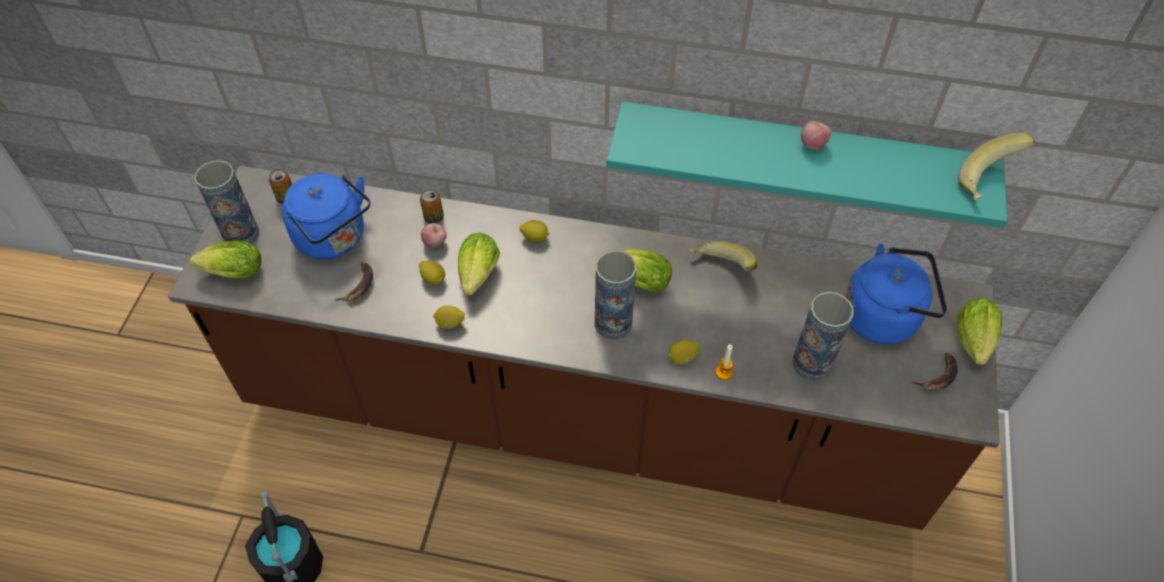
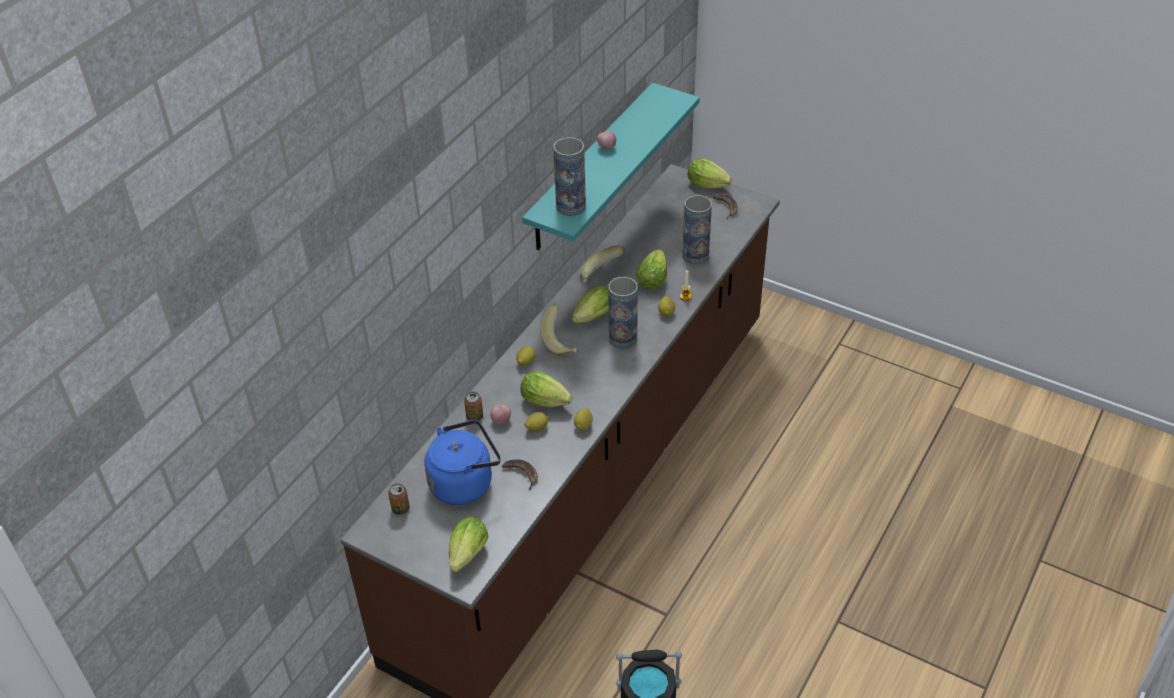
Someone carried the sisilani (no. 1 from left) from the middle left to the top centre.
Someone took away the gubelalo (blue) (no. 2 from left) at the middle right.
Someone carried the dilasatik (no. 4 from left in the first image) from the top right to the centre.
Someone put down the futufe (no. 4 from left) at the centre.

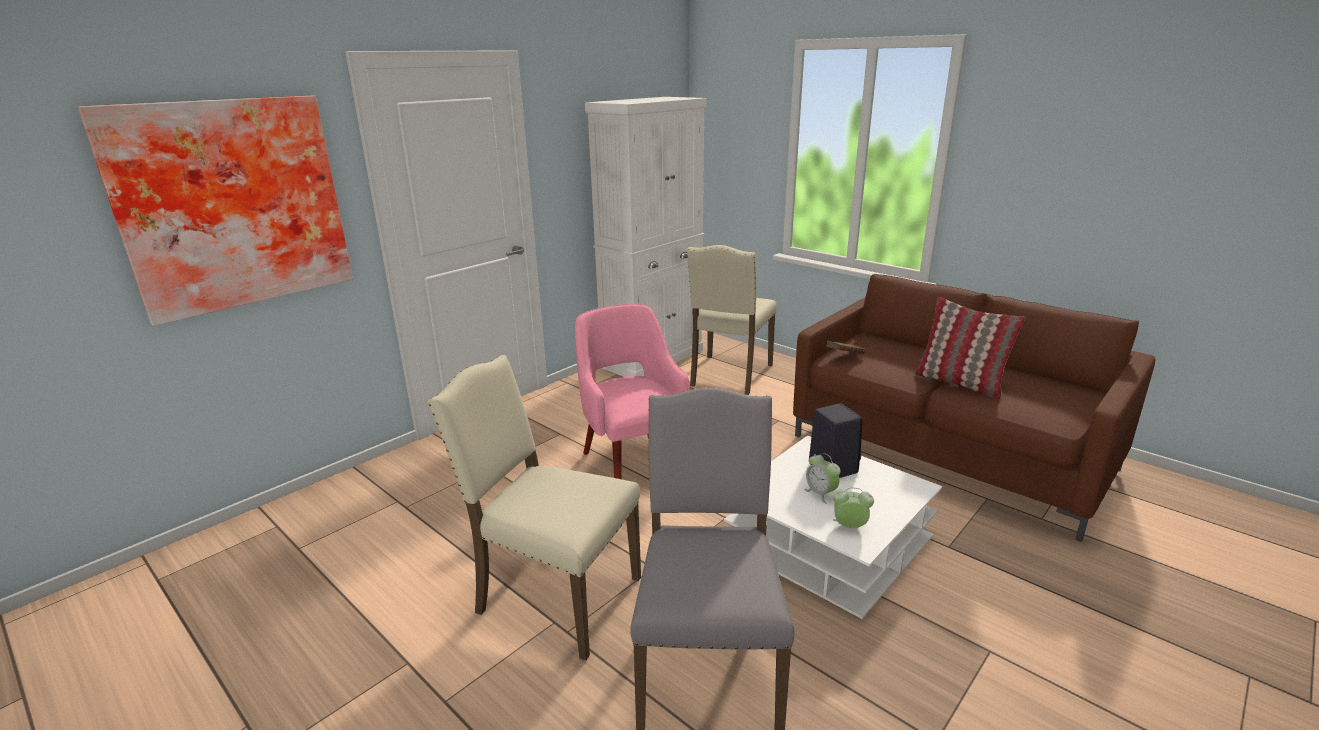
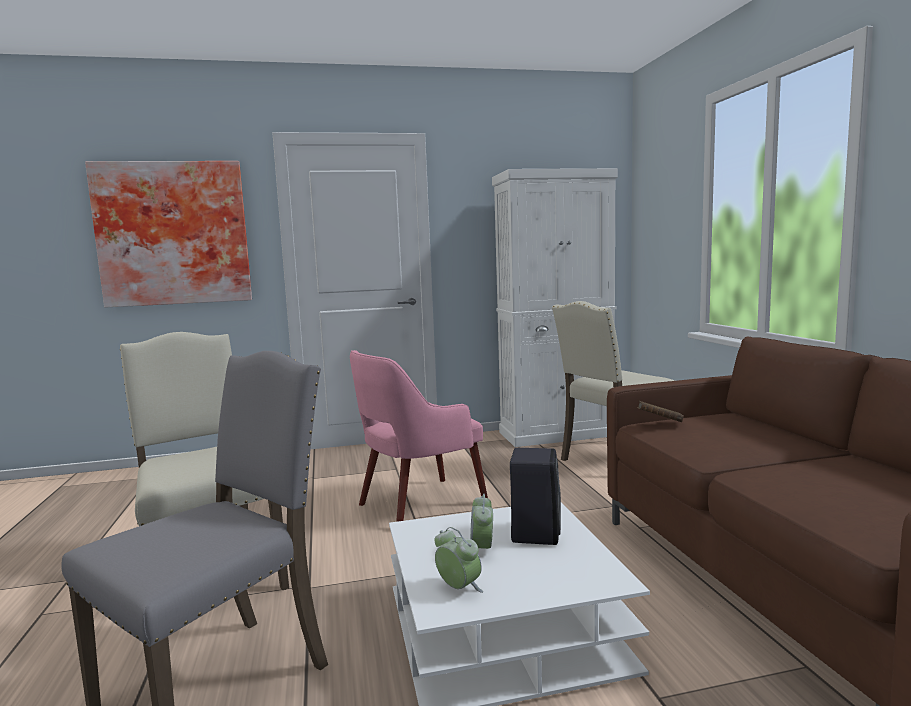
Someone rotated the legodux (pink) at the centre by 135 degrees counterclockwise.
Someone took away the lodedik at the middle right.

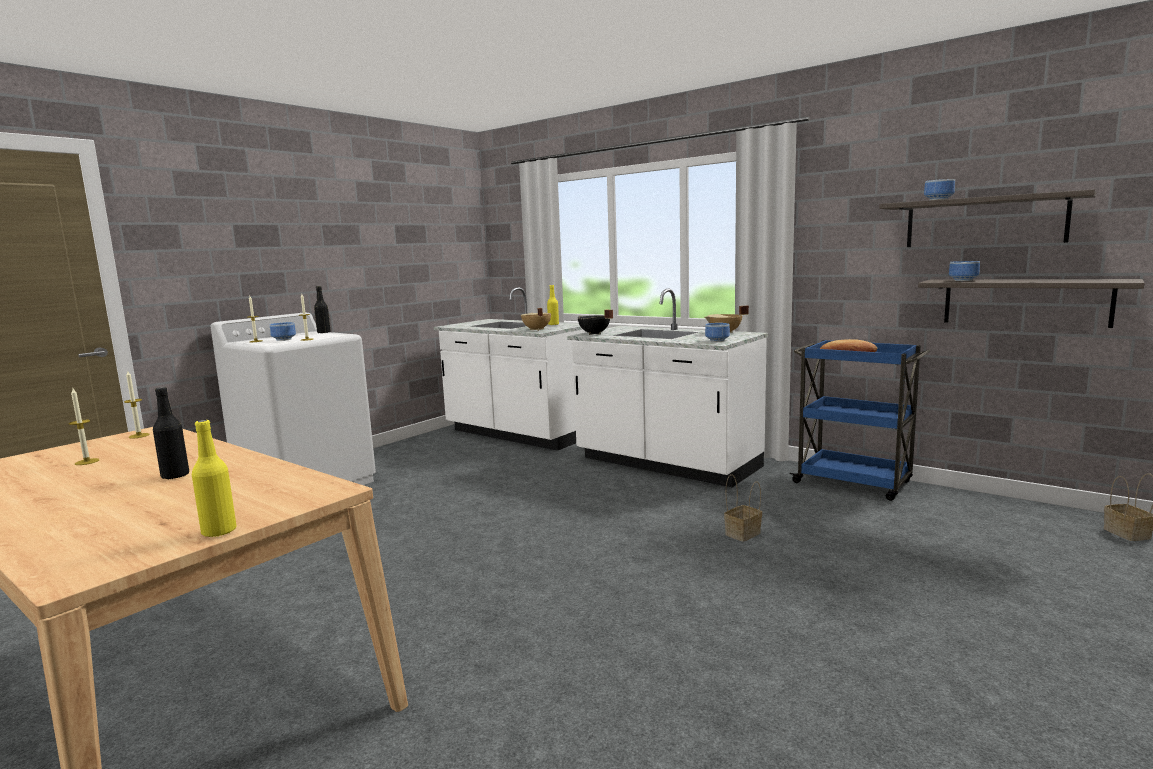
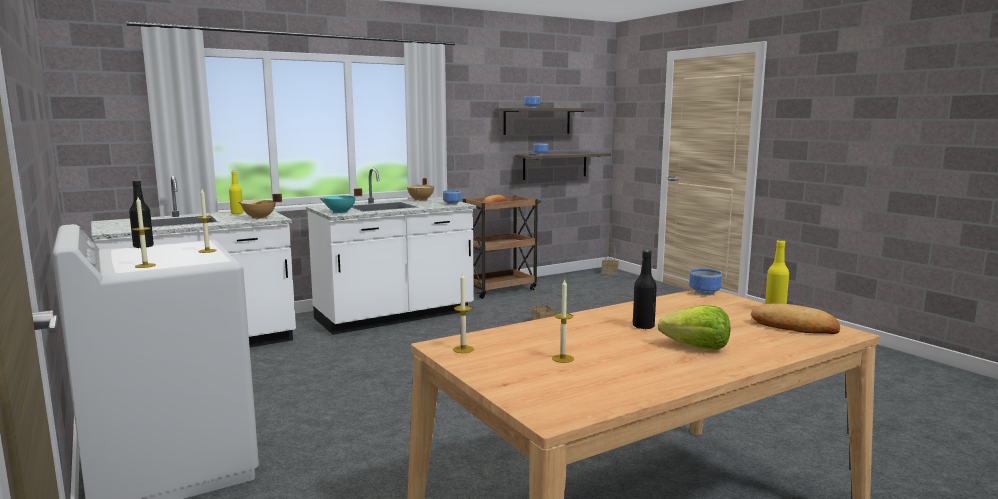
Someone carried the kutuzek (no. 1 from left in the first image) from the middle left to the middle right.
Someone repainted the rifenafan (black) at the centre, which became the rifenafan (turquoise) at the centre.
Someone repainted the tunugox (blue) at the middle right, which became the tunugox (brown) at the centre.
Someone put down the futufe at the middle right.
Someone put down the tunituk (no. 2 from left) at the middle right.

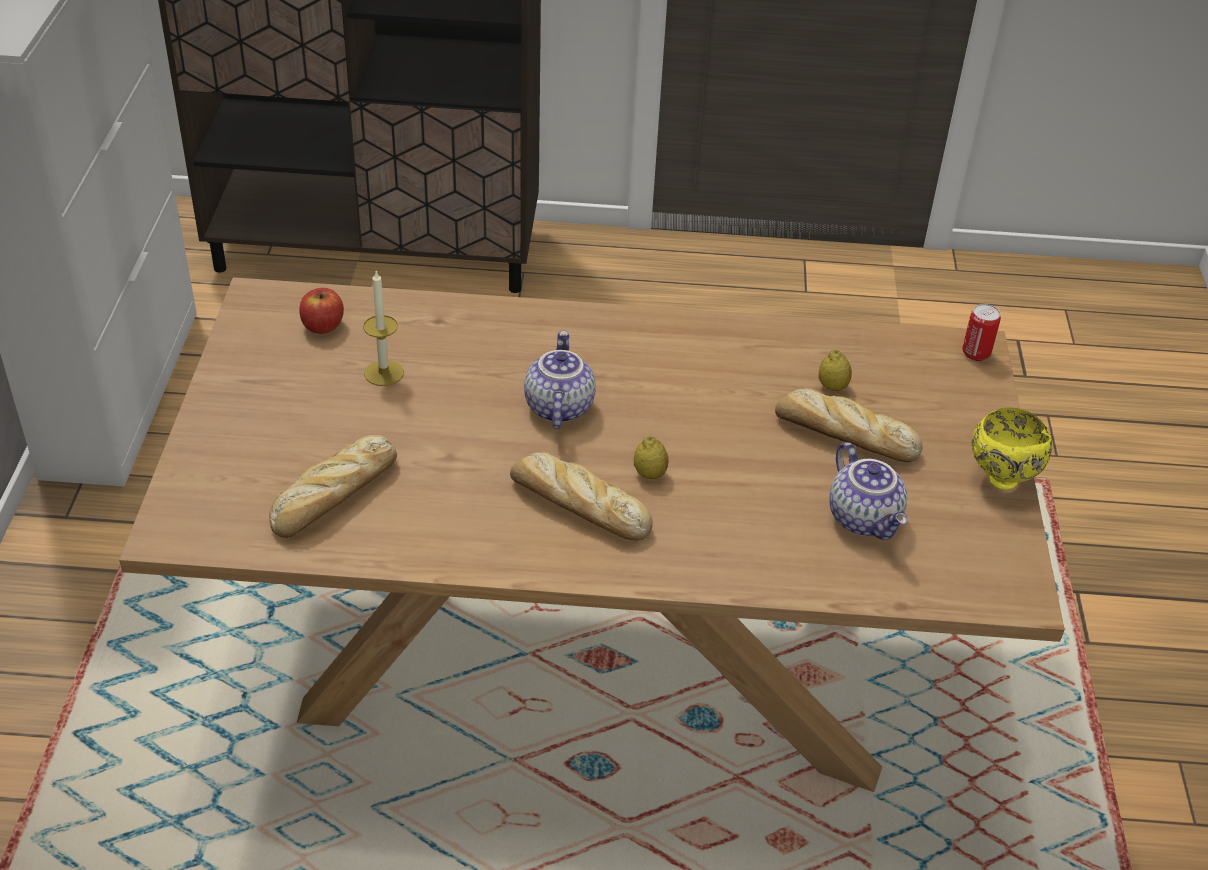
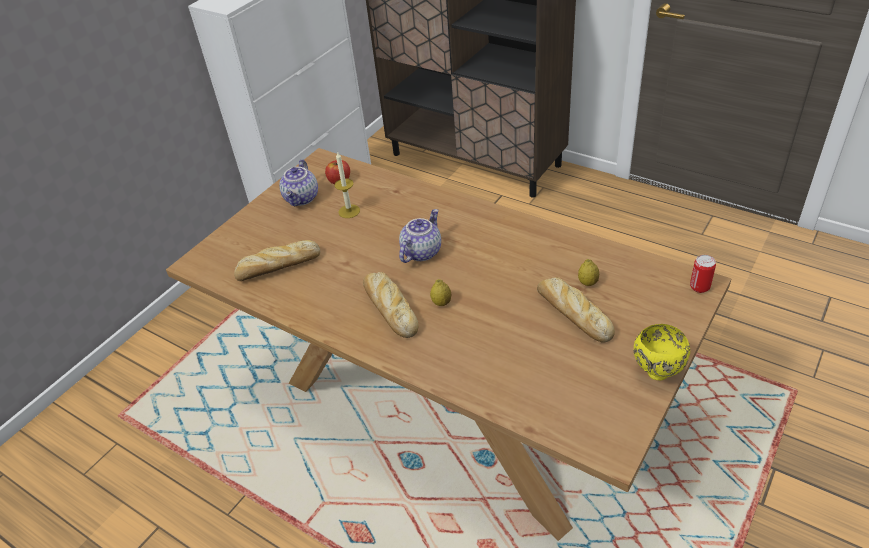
Someone carried the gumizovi (no. 2 from left in the first image) from the middle right to the top centre.

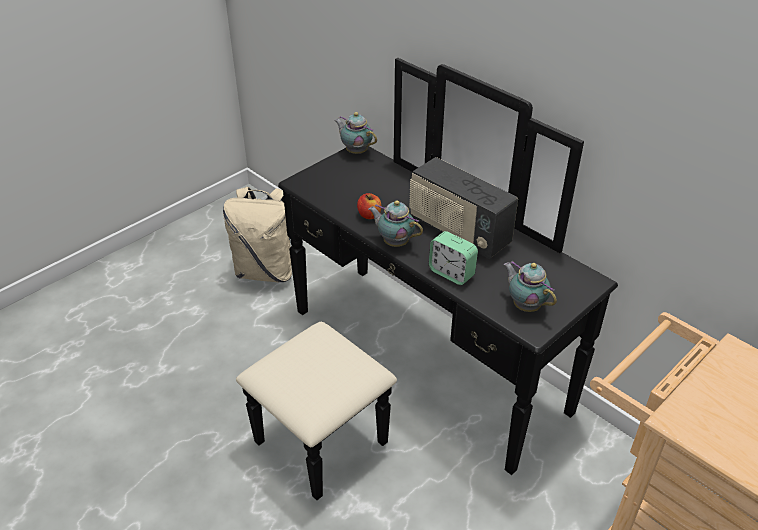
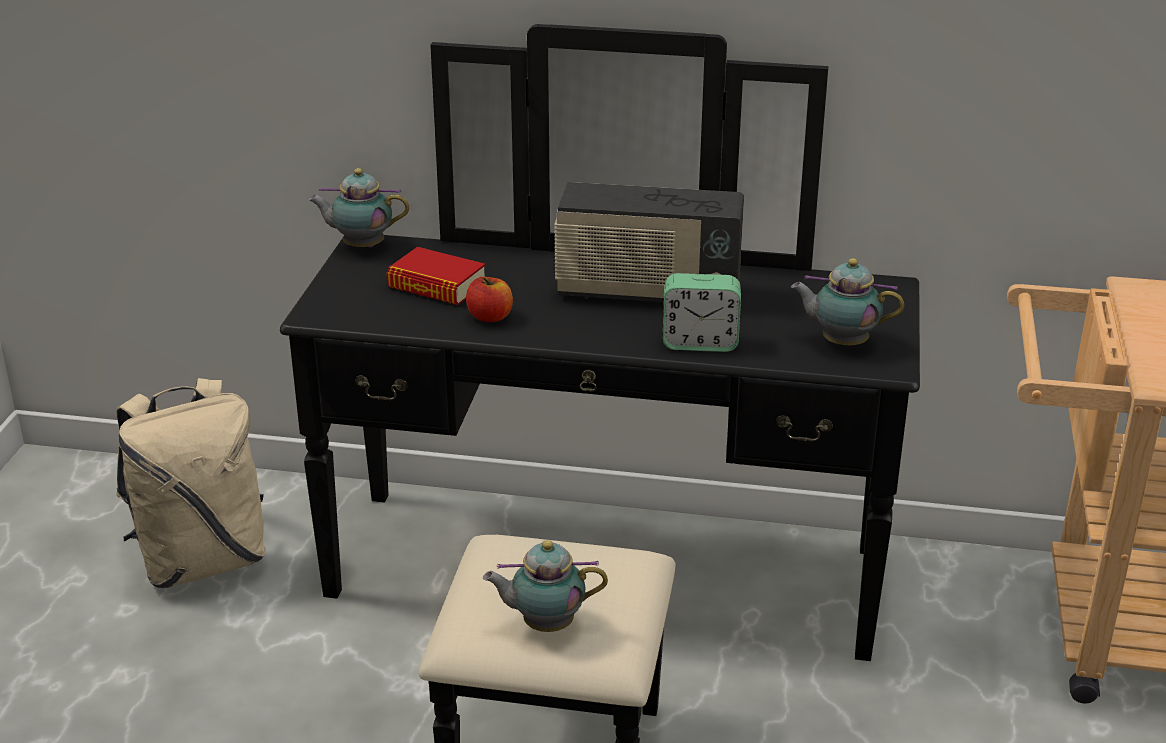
Someone carried the gumizovi (no. 2 from left) from the centre to the bottom centre.
Someone put down the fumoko at the centre.

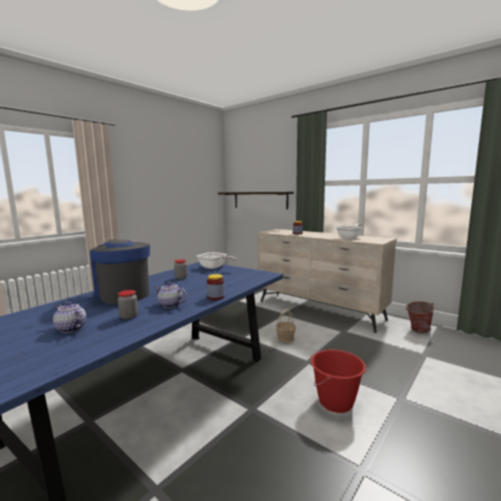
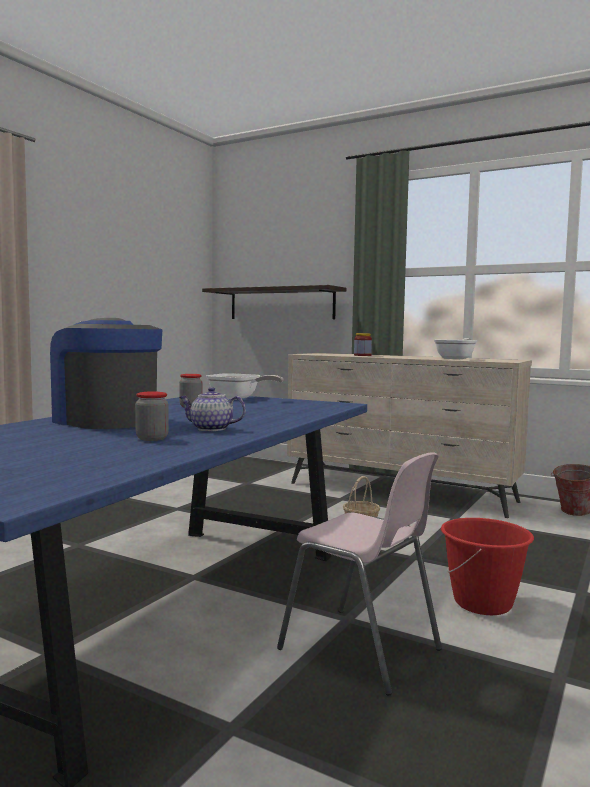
Someone took away the gumizovi (no. 1 from left) at the middle left.
Someone took away the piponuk (no. 3 from left) at the centre.
Someone put down the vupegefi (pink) at the bottom centre.

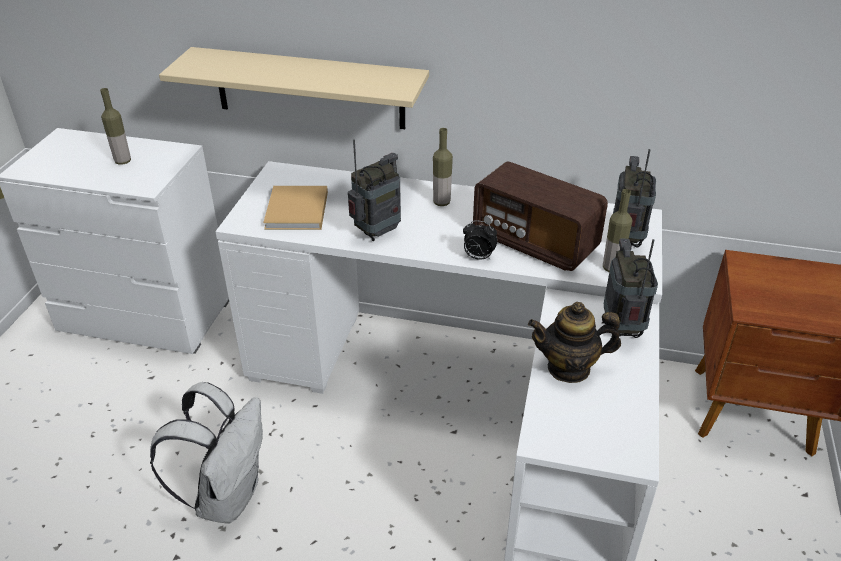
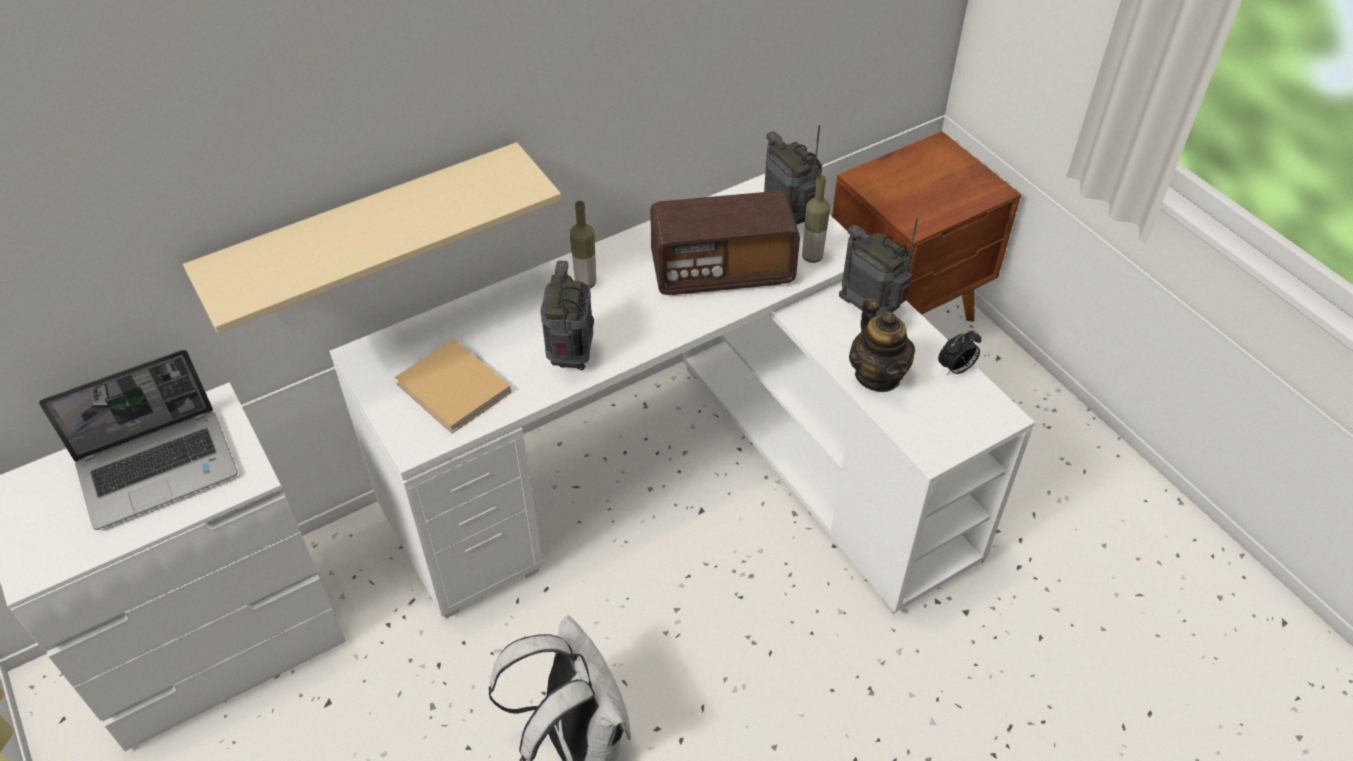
Someone swapped the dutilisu (no. 1 from left) at the top left for the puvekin at the middle left.
Someone carried the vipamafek from the centre to the middle right.
Someone rotated the gumizovi at the middle right by 60 degrees counterclockwise.

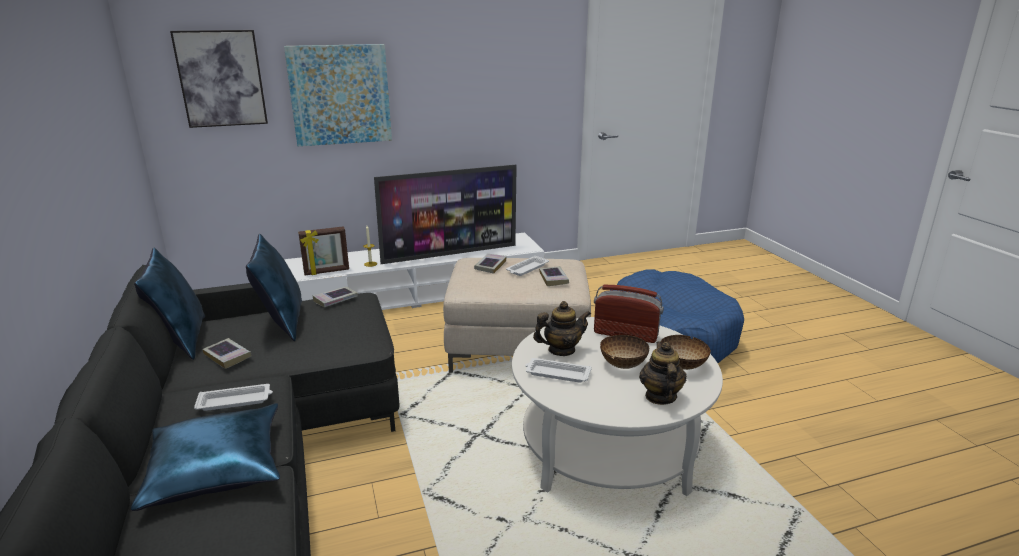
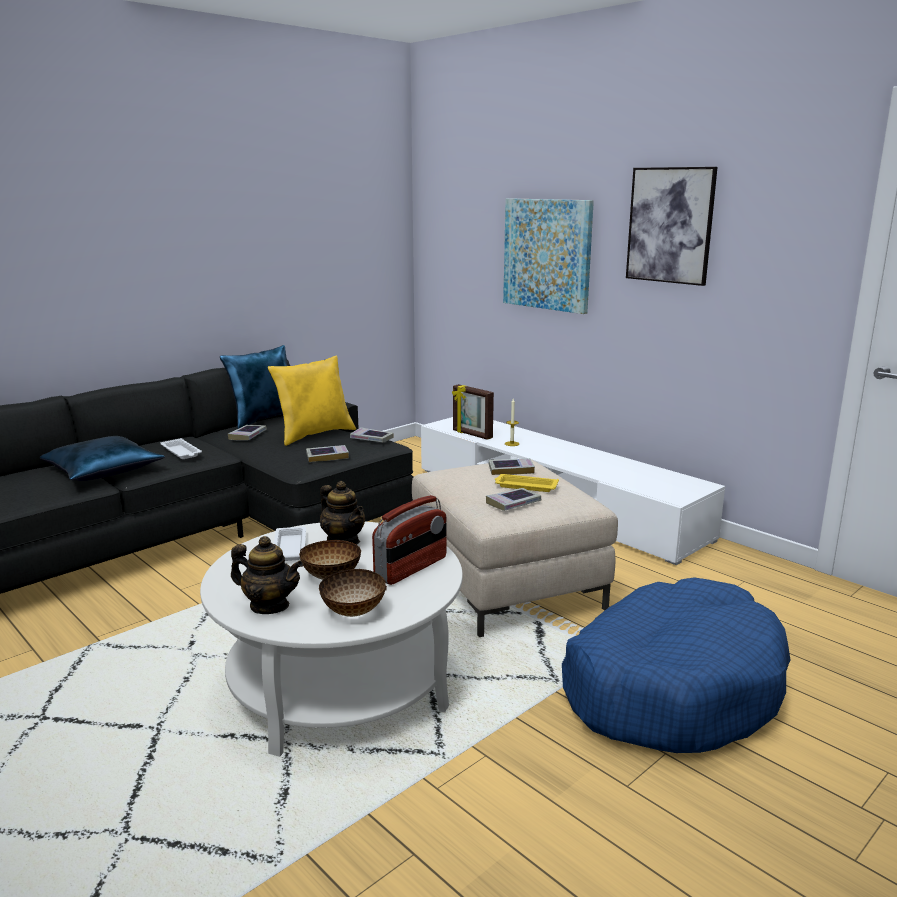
Someone carried the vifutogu (no. 1 from left in the first image) from the top left to the top right.
Someone repainted the lodedik (blue) (no. 3 from left) at the middle left, which became the lodedik (yellow) at the centre.
Someone took away the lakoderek at the centre.
Someone repainted the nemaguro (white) (no. 2 from left) at the centre, which became the nemaguro (yellow) at the centre.
Someone rotated the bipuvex at the centre by 45 degrees clockwise.
Someone rotated the gumizovi (no. 2 from left in the first image) at the bottom centre by 45 degrees clockwise.
Someone put down the fumoko (no. 2 from left) at the centre.

